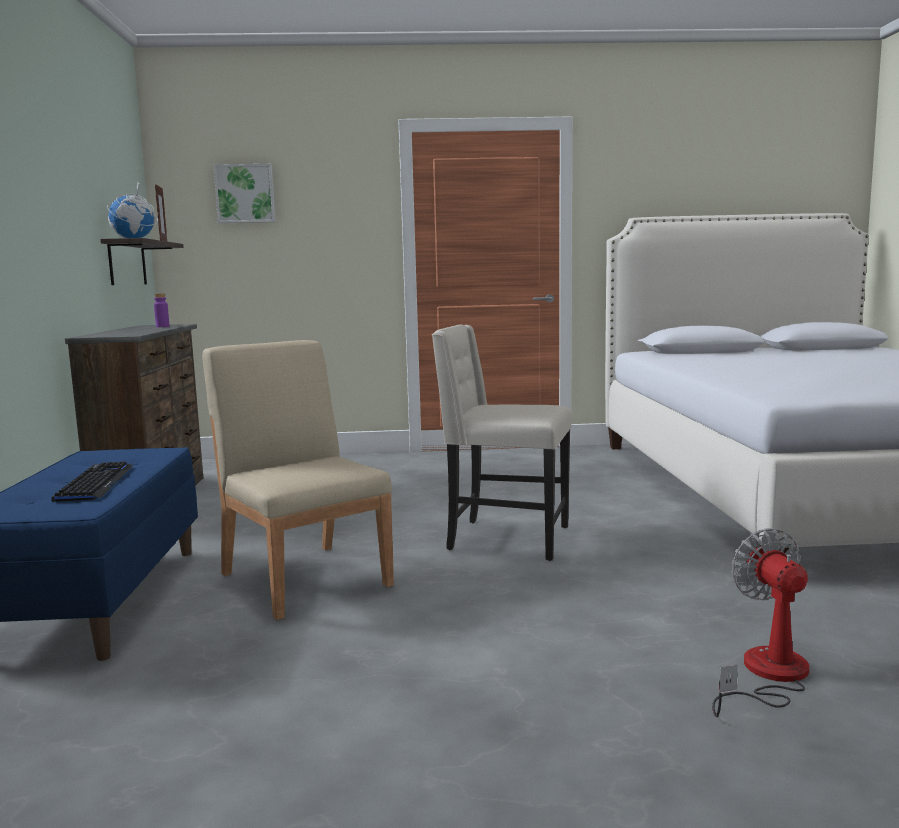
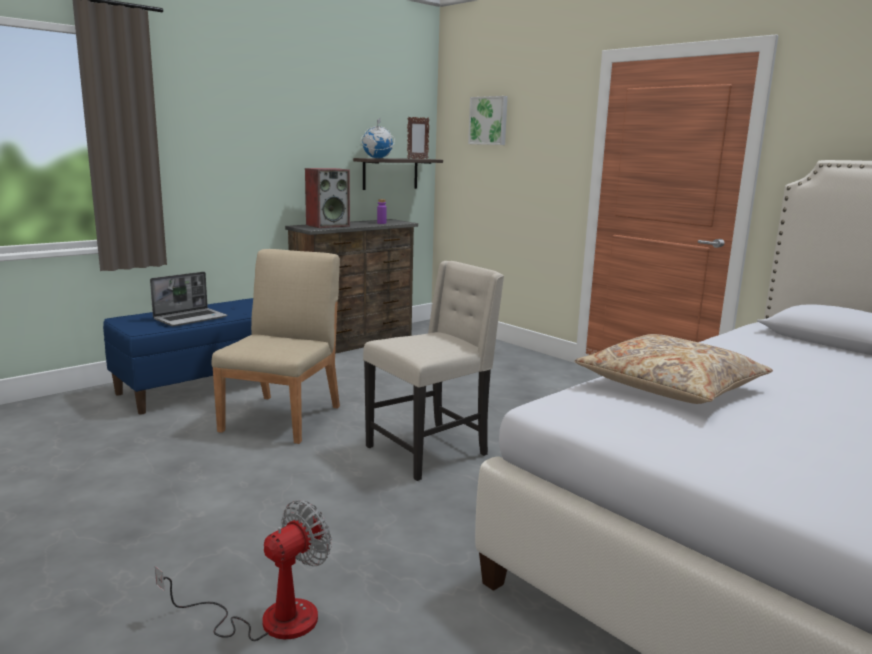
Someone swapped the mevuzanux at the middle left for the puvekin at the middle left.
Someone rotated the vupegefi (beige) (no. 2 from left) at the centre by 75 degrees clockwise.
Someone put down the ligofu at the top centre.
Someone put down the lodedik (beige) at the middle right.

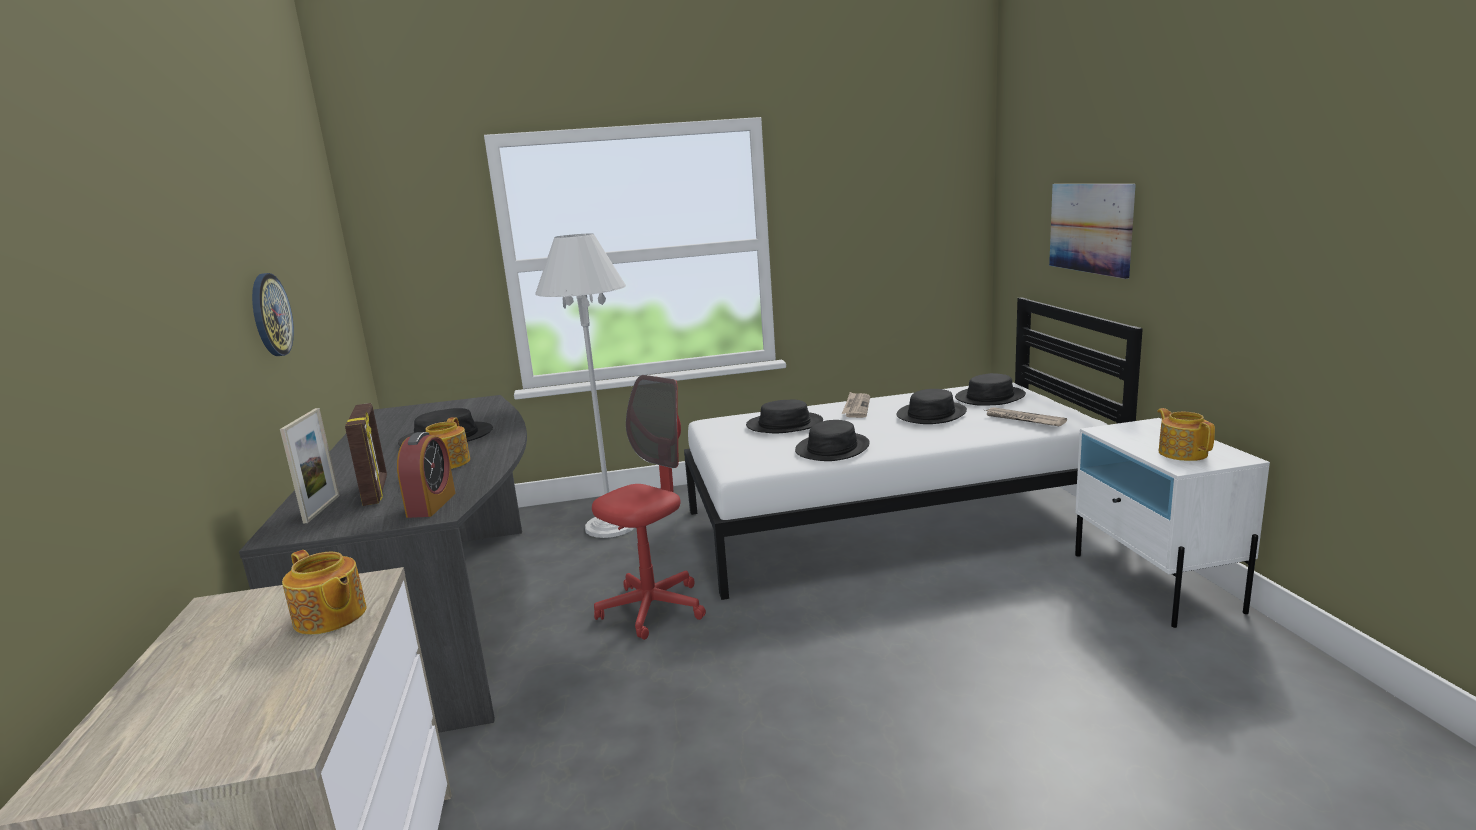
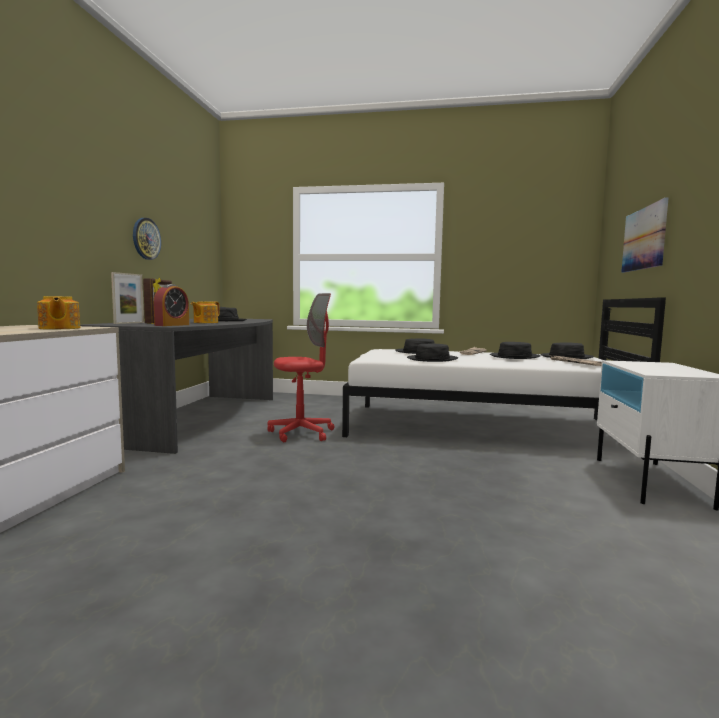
Someone took away the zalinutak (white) at the centre.
Someone took away the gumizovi (no. 3 from left) at the middle right.

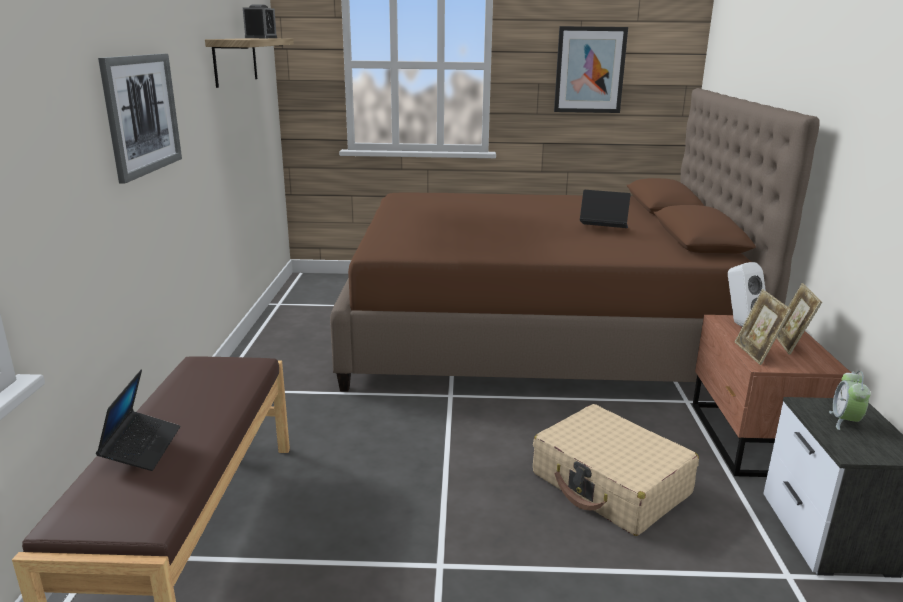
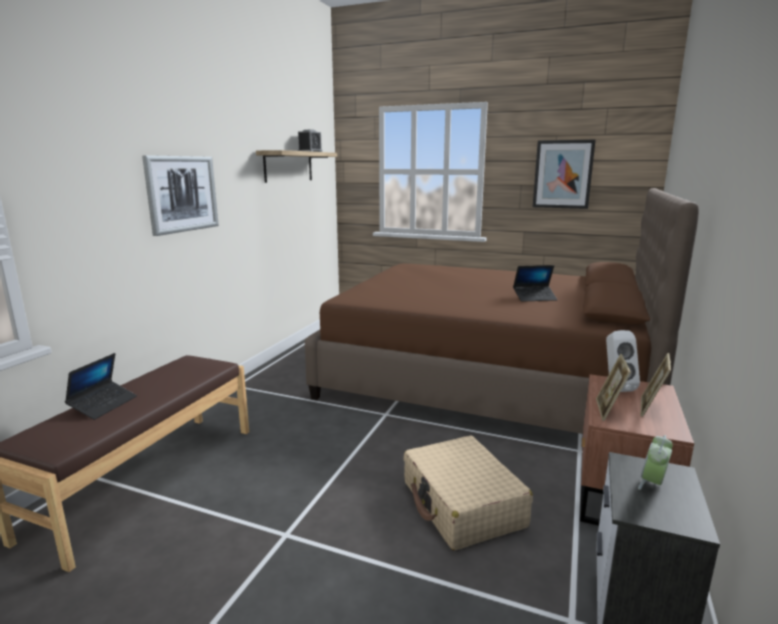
Someone rotated the puvekin (no. 2 from left) at the middle right by 135 degrees clockwise.

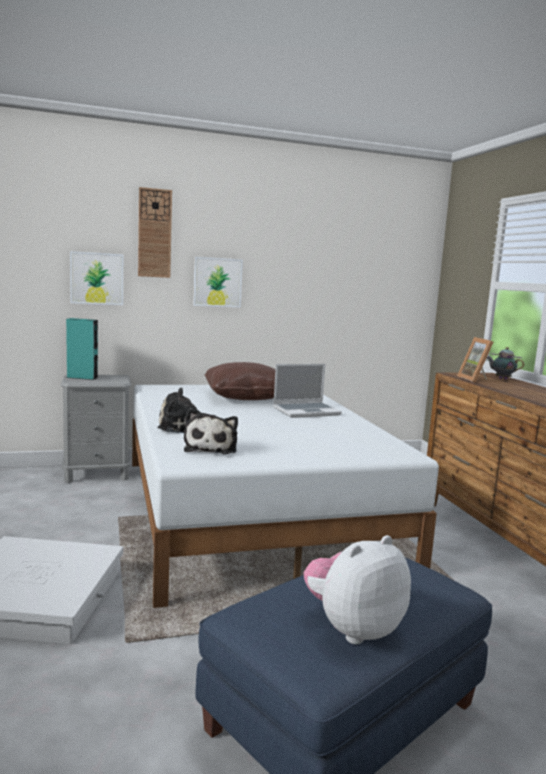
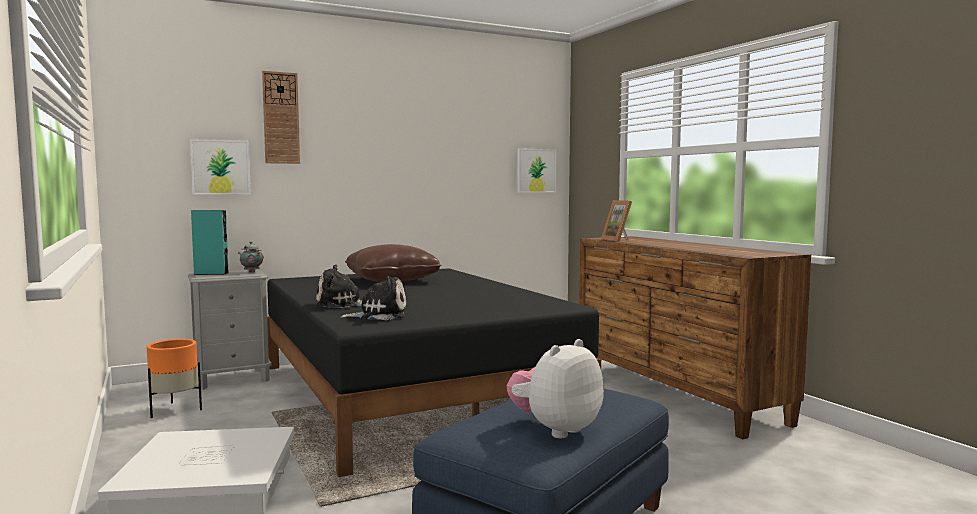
Someone repainted the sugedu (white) at the centre, which became the sugedu (black) at the bottom centre.
Someone rotated the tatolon (no. 2 from left) at the centre by 90 degrees counterclockwise.
Someone carried the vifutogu (no. 2 from left) from the centre to the top centre.
Someone took away the puvekin at the centre.
Someone carried the gumizovi from the middle right to the middle left.
Someone put down the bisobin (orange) at the bottom left.

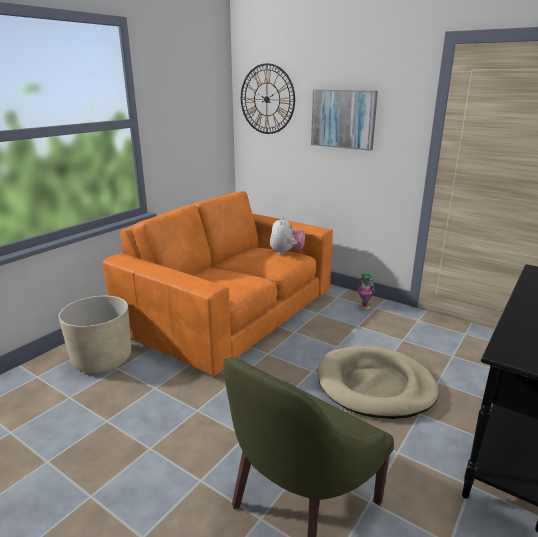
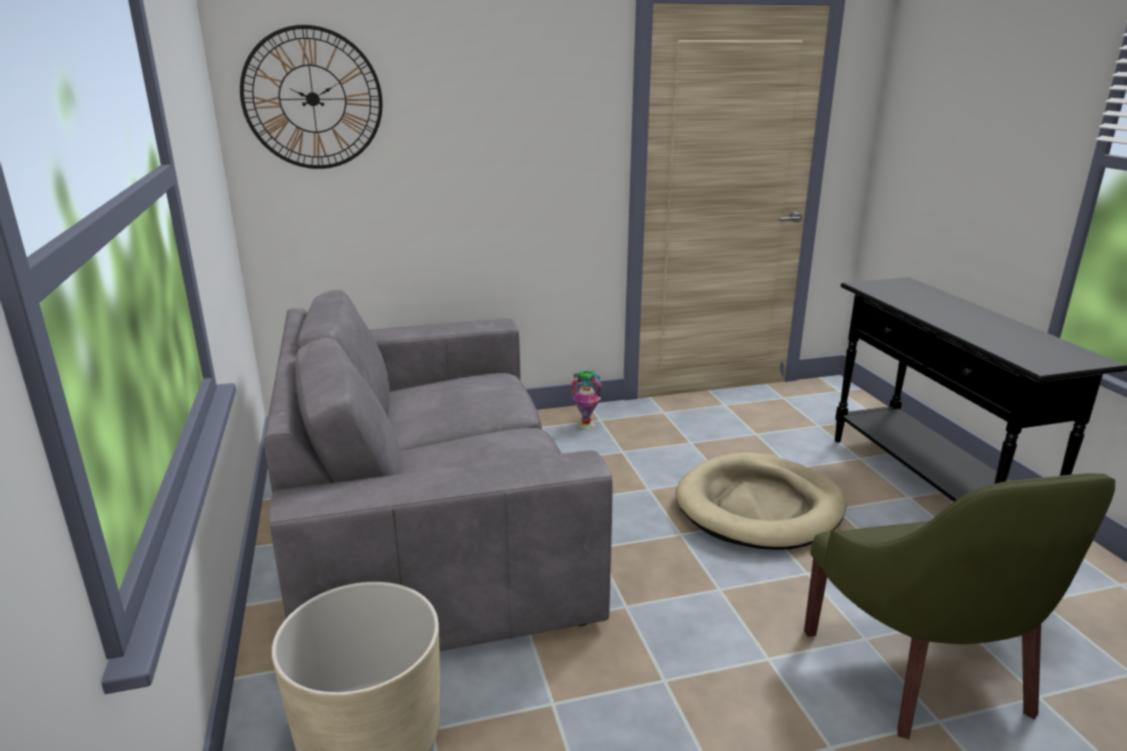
Someone repainted the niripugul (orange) at the centre, which became the niripugul (grey) at the centre.
Someone took away the tatolon at the centre.
Someone took away the vifutogu at the top centre.

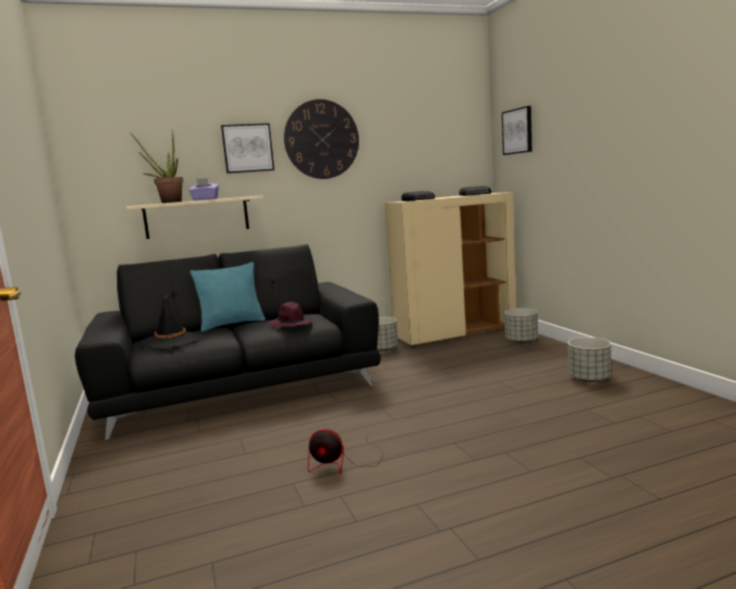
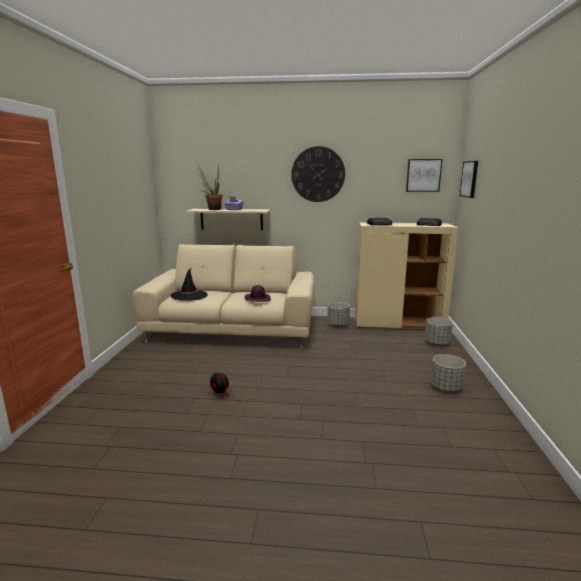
Someone repainted the niripugul (black) at the middle left, which became the niripugul (beige) at the centre.
Someone took away the lodedik (turquoise) at the middle left.
Someone carried the vifutogu (no. 1 from left) from the top centre to the top right.

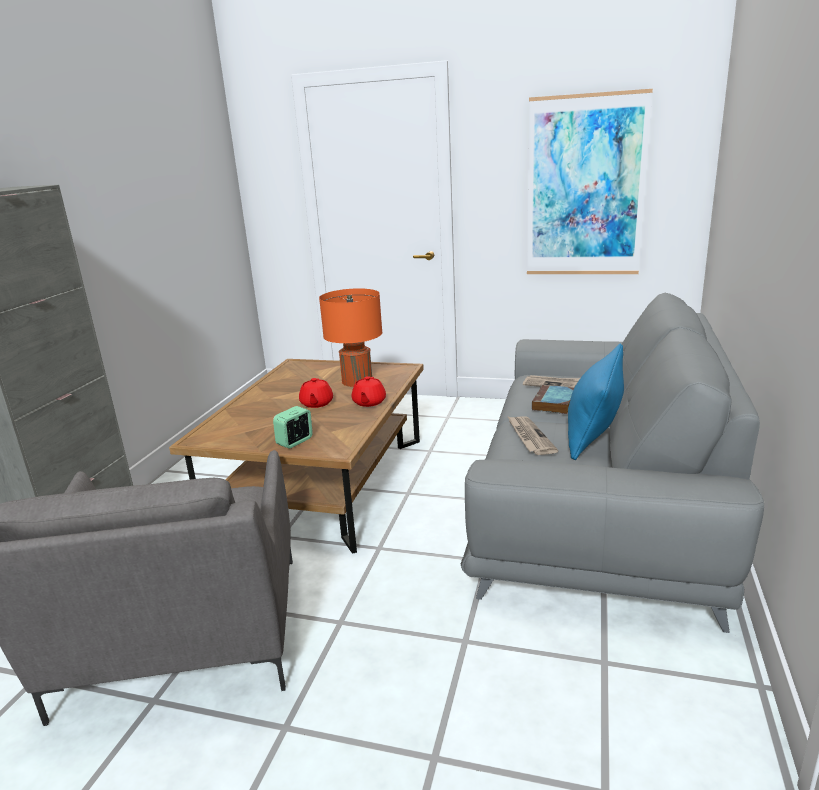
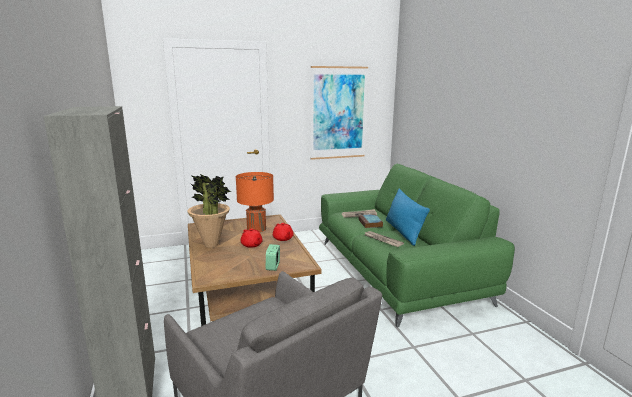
Someone repainted the niripugul (grey) at the middle right, which became the niripugul (green) at the centre.
Someone put down the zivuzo at the middle left.

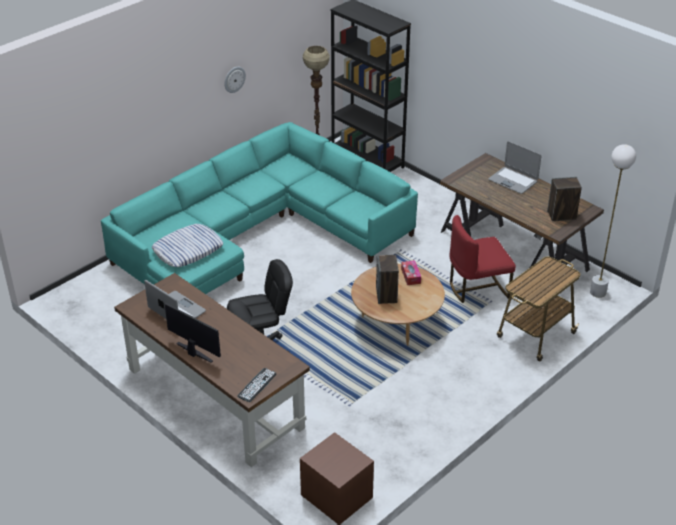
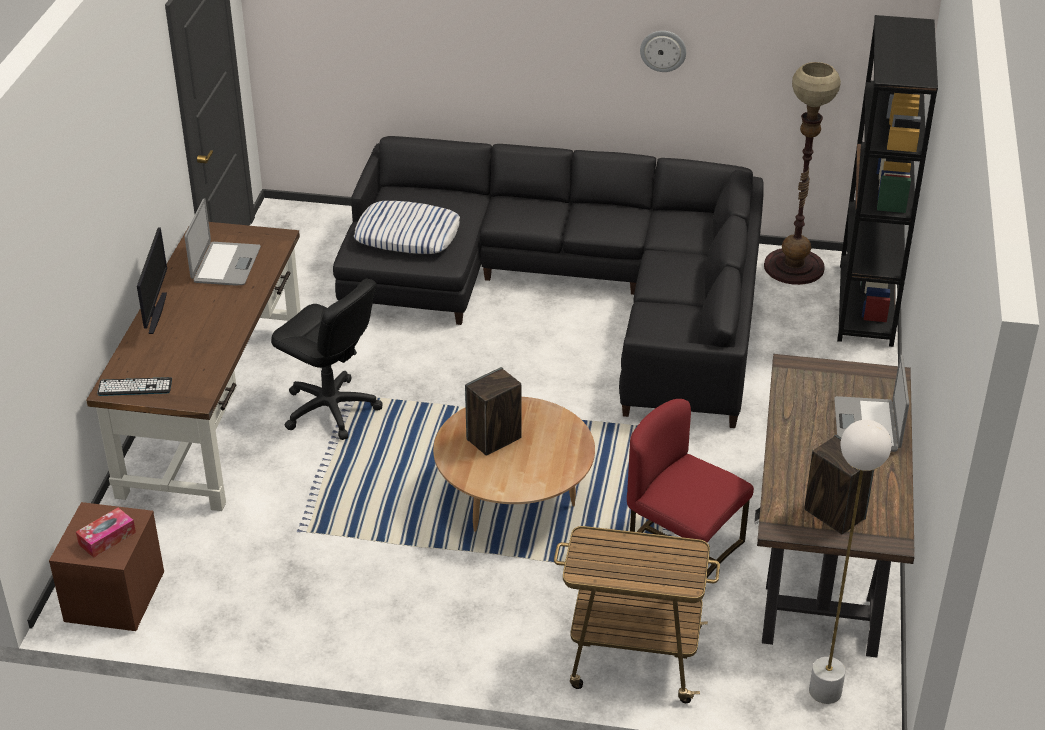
Someone repainted the niripugul (turquoise) at the centre, which became the niripugul (black) at the centre.
Someone carried the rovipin from the centre to the bottom left.

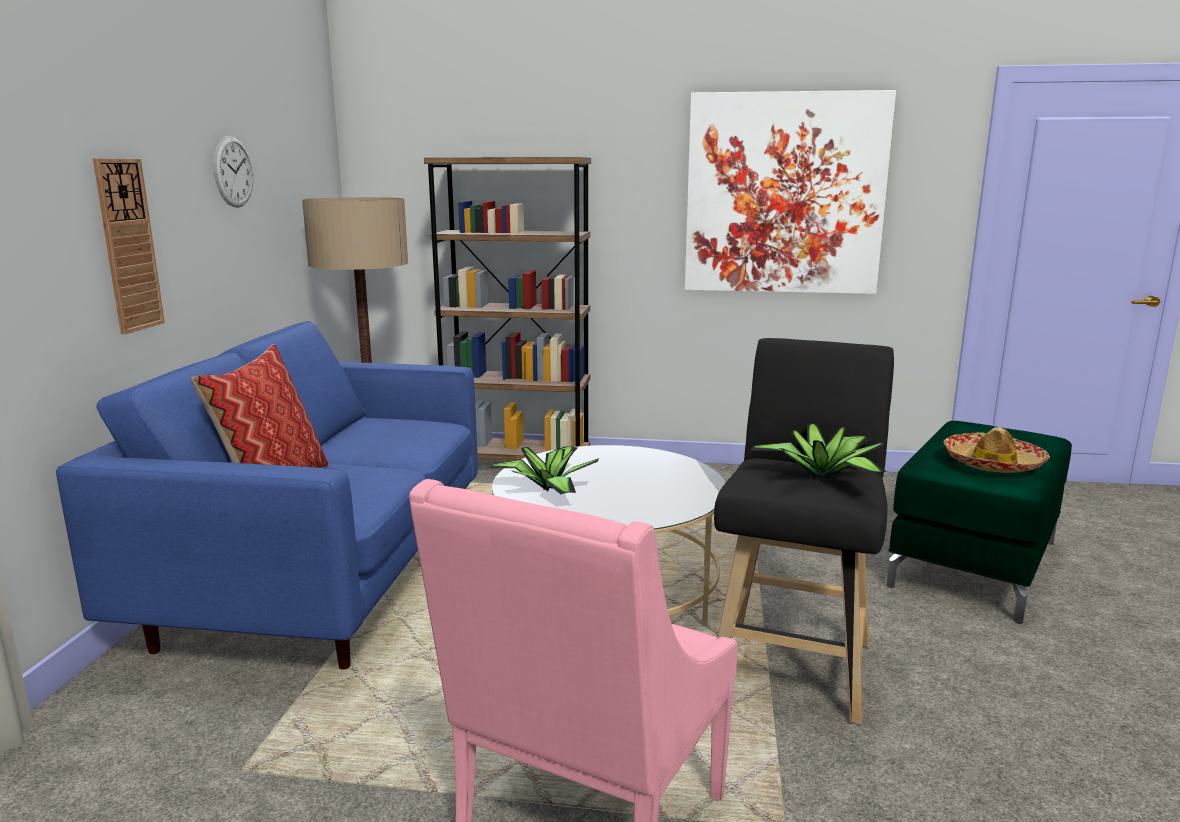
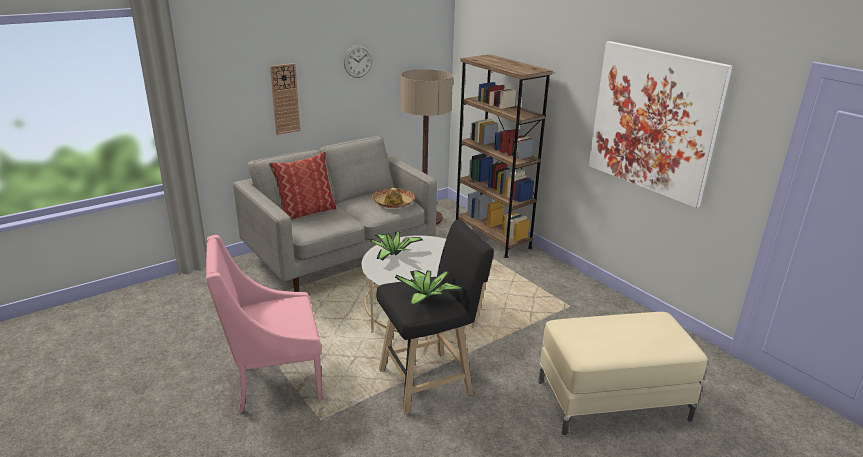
Someone repainted the niripugul (blue) at the middle left, which became the niripugul (grey) at the centre.
Someone repainted the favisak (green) at the middle right, which became the favisak (beige) at the bottom right.
Someone carried the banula from the middle right to the centre.

